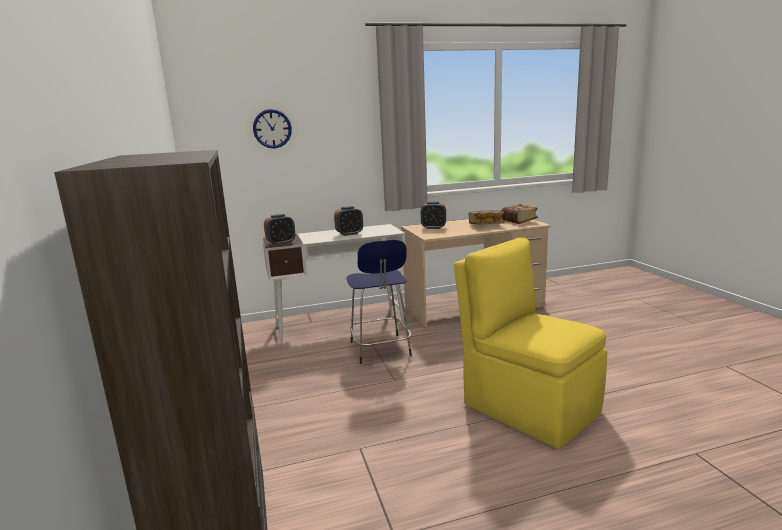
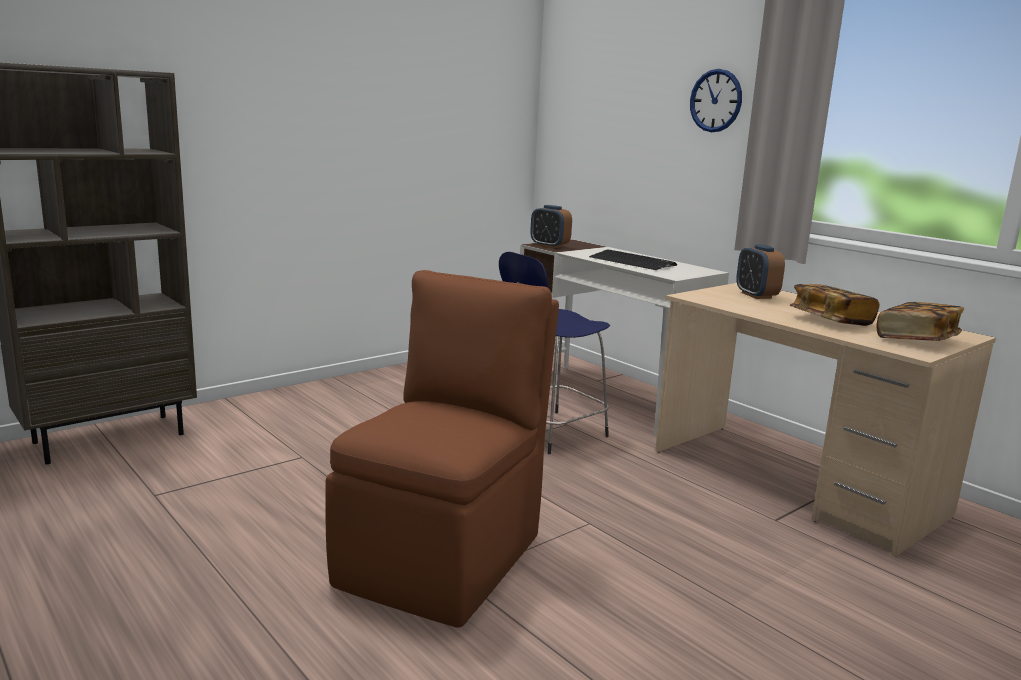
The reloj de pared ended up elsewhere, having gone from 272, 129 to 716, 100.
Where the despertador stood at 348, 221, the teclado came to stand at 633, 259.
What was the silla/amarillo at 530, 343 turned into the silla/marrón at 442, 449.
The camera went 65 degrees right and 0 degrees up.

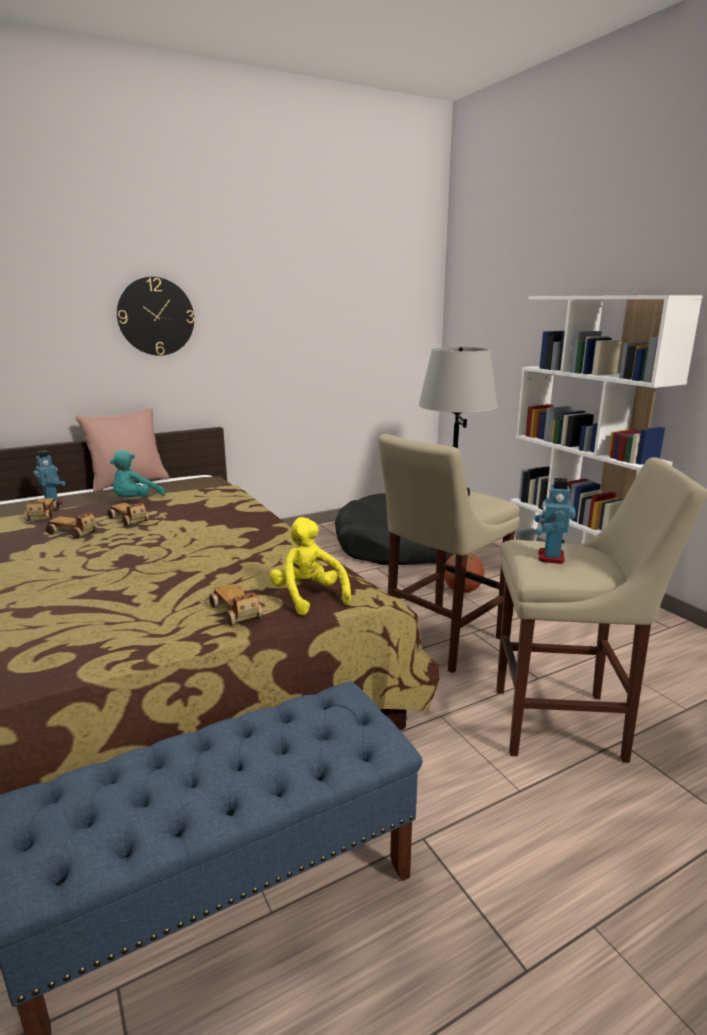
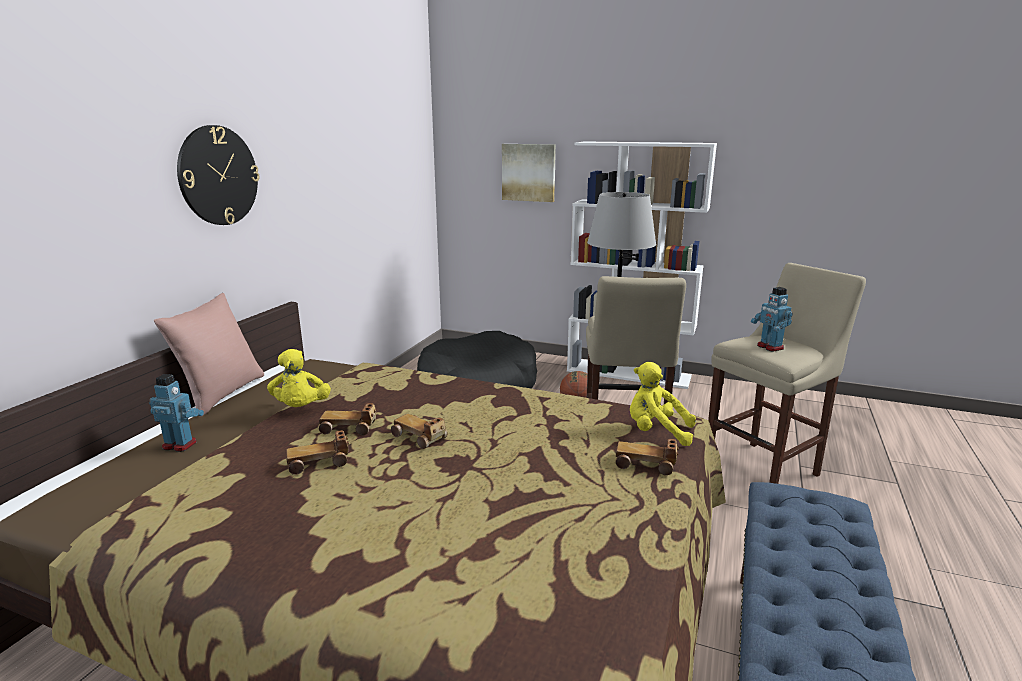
The coche de juguete ended up elsewhere, having gone from 41, 509 to 419, 431.
What was the peluche/turquesa at 137, 473 turned into the peluche/amarillo at 299, 378.
The second view gained the cuadro at 529, 173.
The camera went 40 degrees left and 0 degrees up.

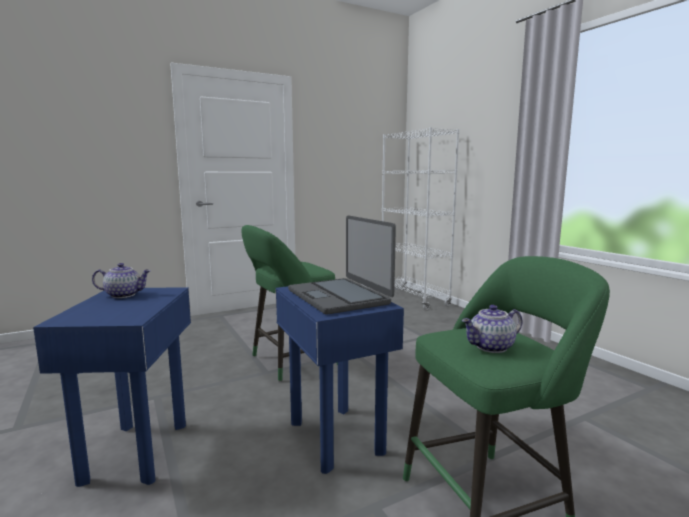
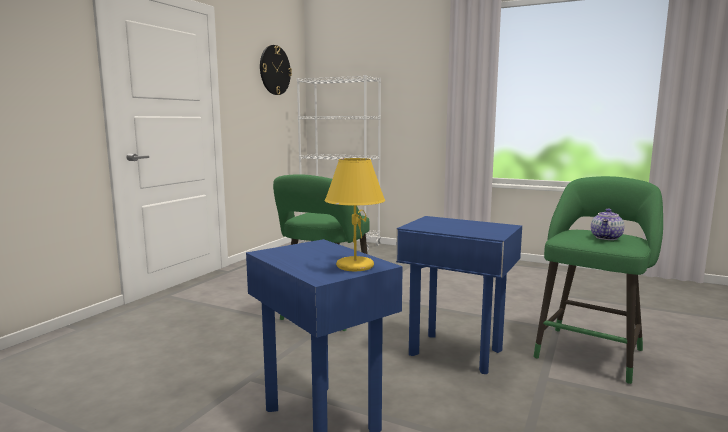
The second view lost the tetera at 121, 280.
The second view lost the portátil at 342, 265.
The second view gained the reloj de pared at 276, 70.
The second view gained the lámpara de mesa/amarillo at 355, 214.
The camera went 35 degrees left and 0 degrees up.

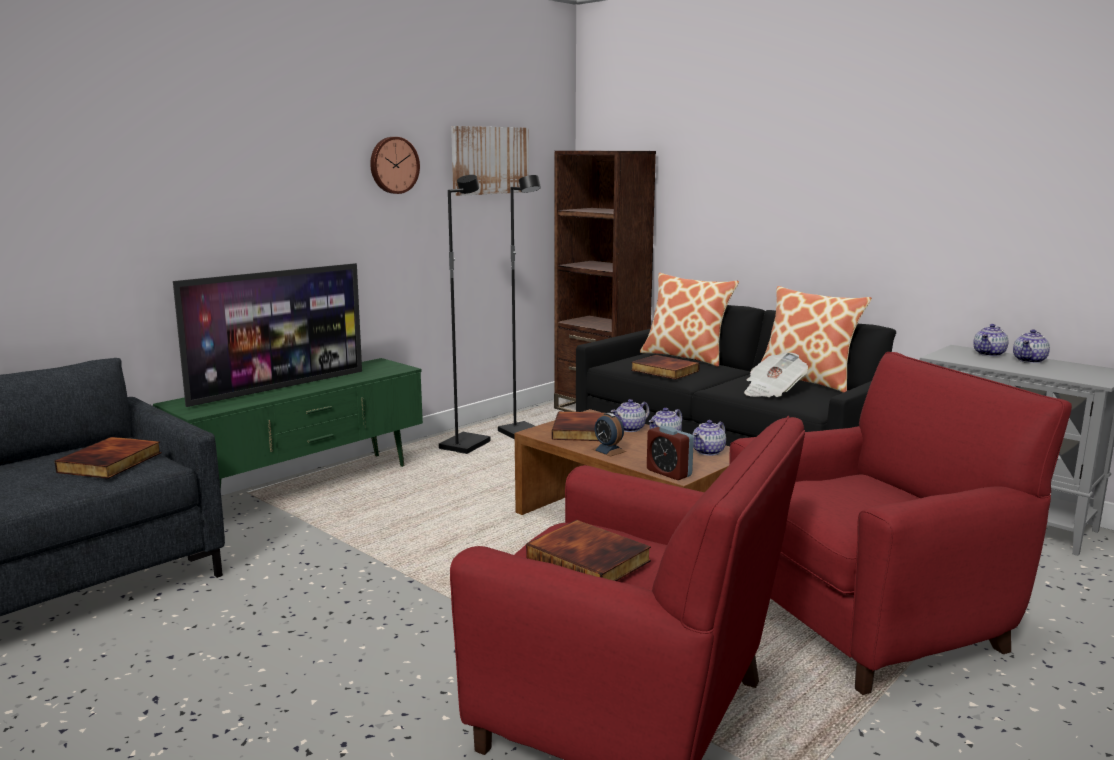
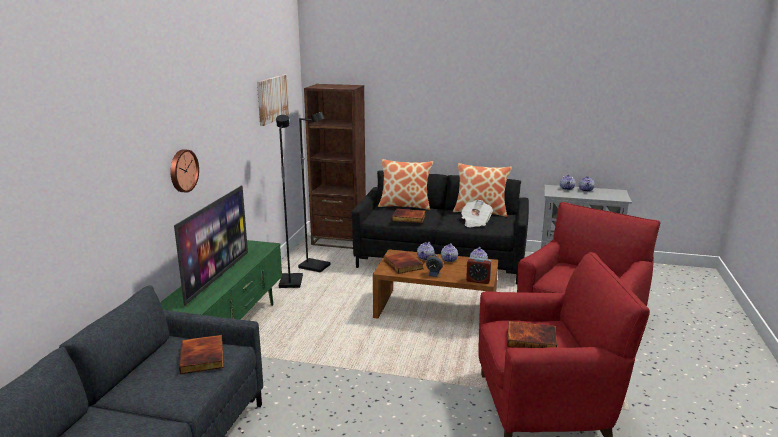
The reloj de pared ended up elsewhere, having gone from 395, 165 to 184, 171.
The camera went 30 degrees left and 5 degrees up.

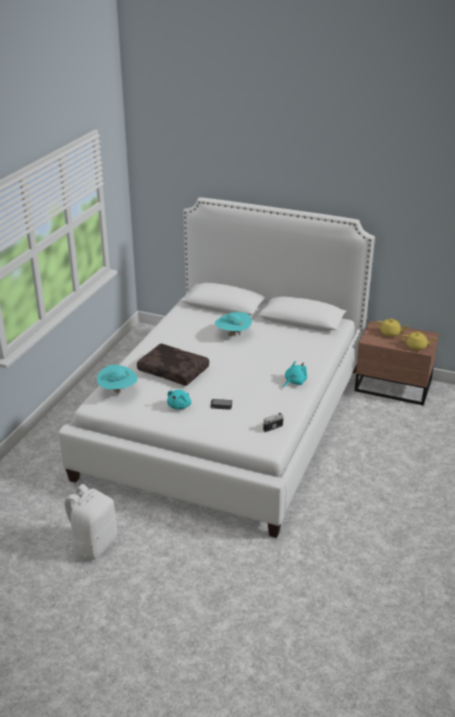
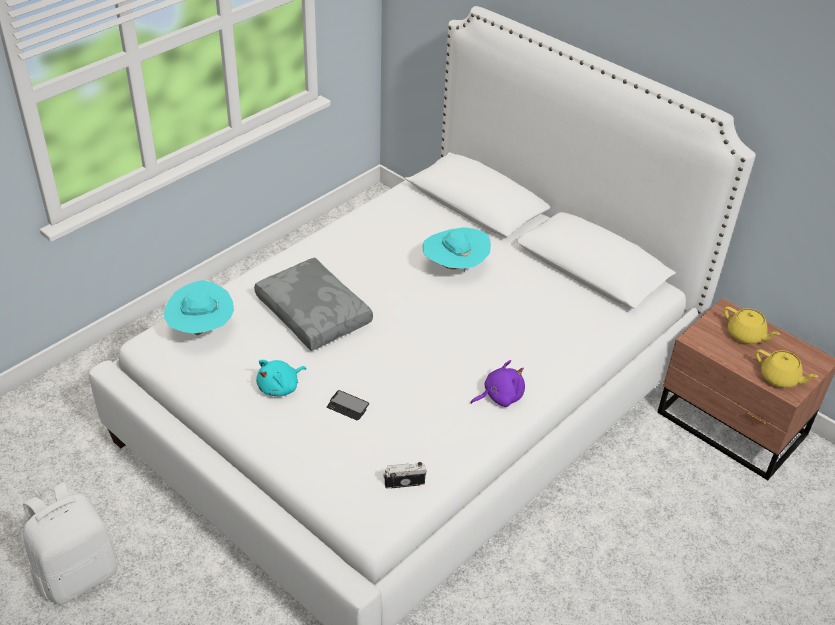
What was the cojín/marrón at 173, 365 turned into the cojín/gris at 313, 304.
What was the peluche/turquesa at 295, 374 turned into the peluche/morado at 498, 383.
The camera went 20 degrees right and 10 degrees up.

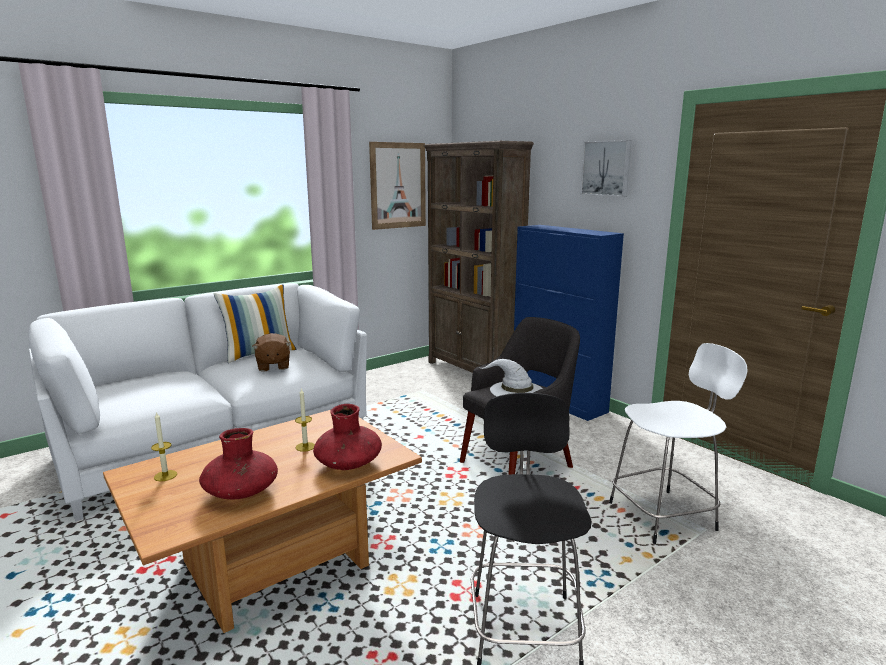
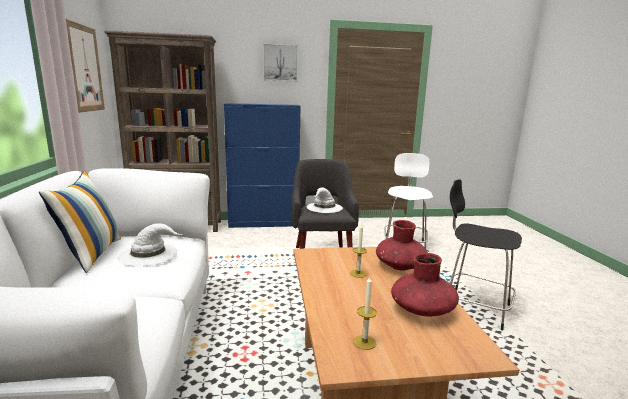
Where the peluche/marrón stood at 271, 352, the sombrero/blanco came to stand at 150, 245.
The camera went 60 degrees left and 0 degrees up.

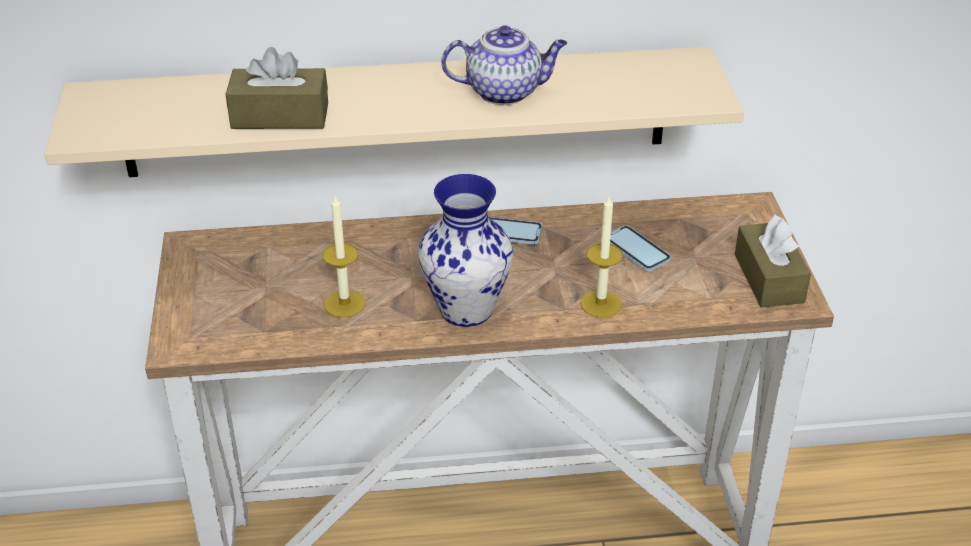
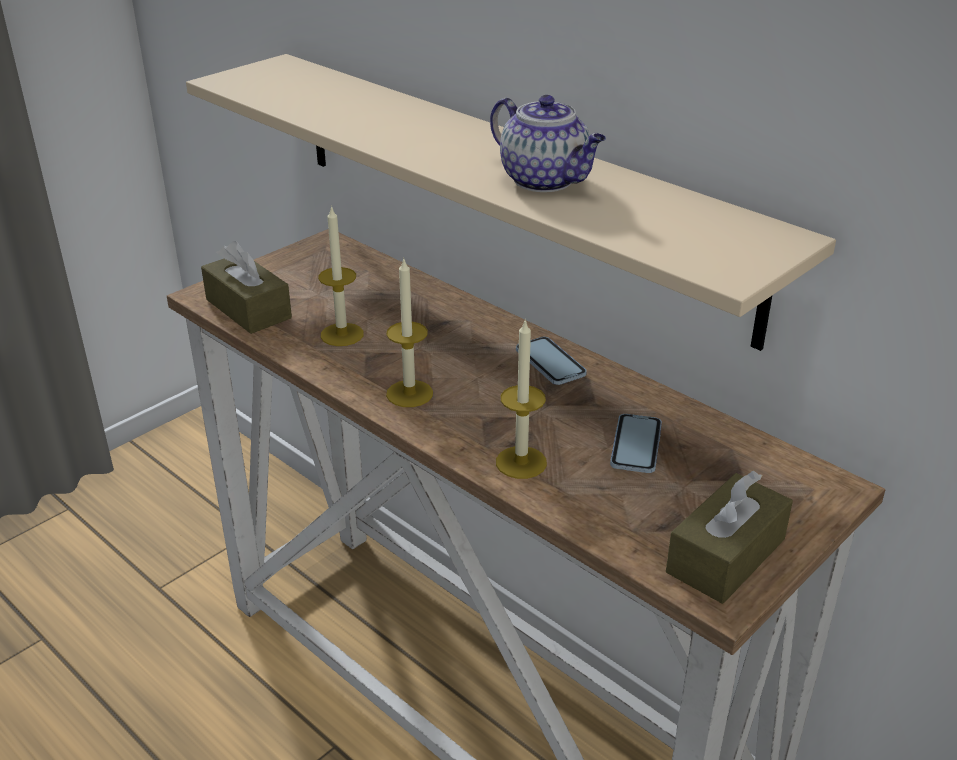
The caja de pañuelos/marrón ended up elsewhere, having gone from 277, 88 to 246, 287.
Where the florero stood at 465, 250, the vela came to stand at 409, 332.
The camera went 50 degrees right and 5 degrees down.

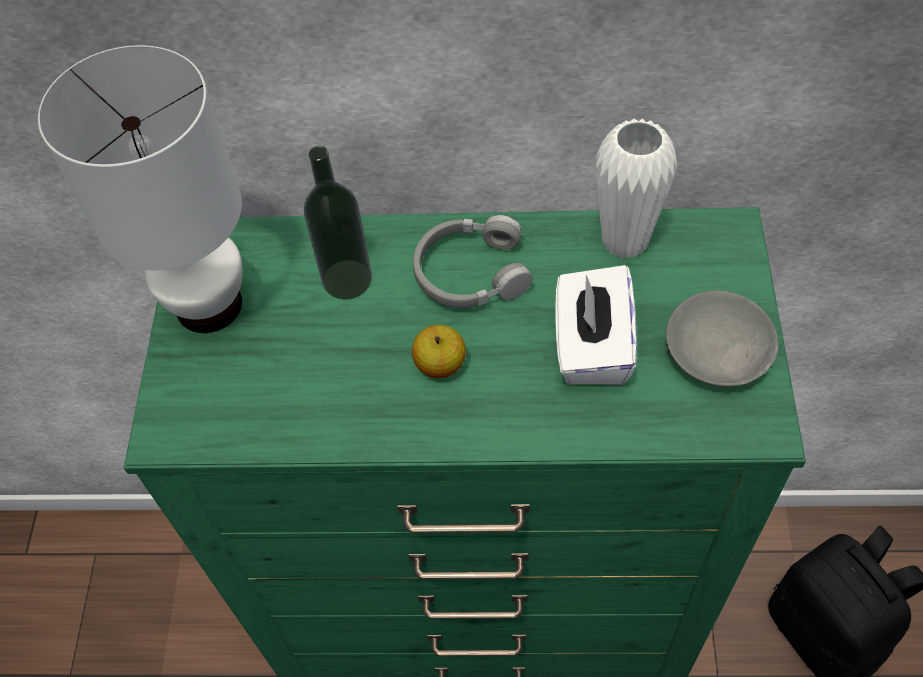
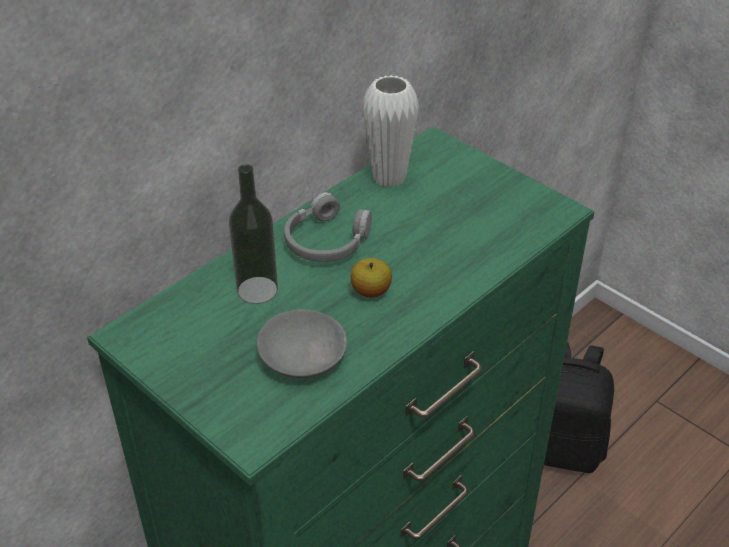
The second view lost the lámpara de mesa/blanco at 140, 189.
The second view lost the caja de pañuelos/blanco at 596, 325.
The cuenco/gris ended up elsewhere, having gone from 722, 338 to 302, 343.
The camera went 50 degrees left and 15 degrees down.

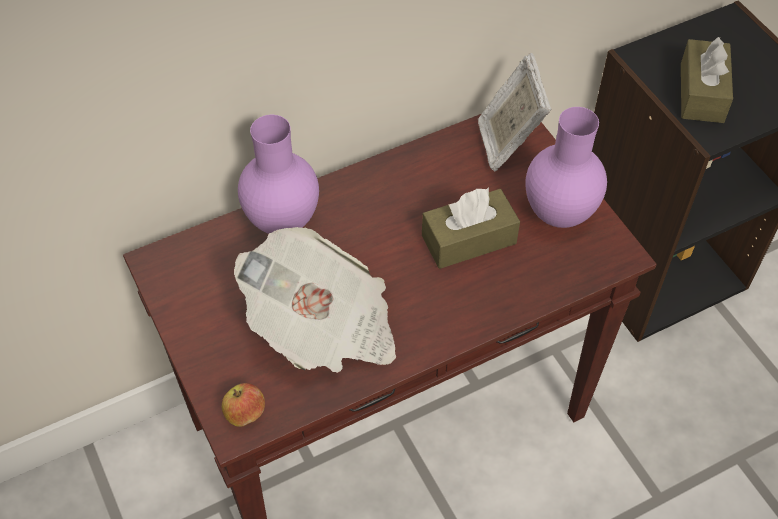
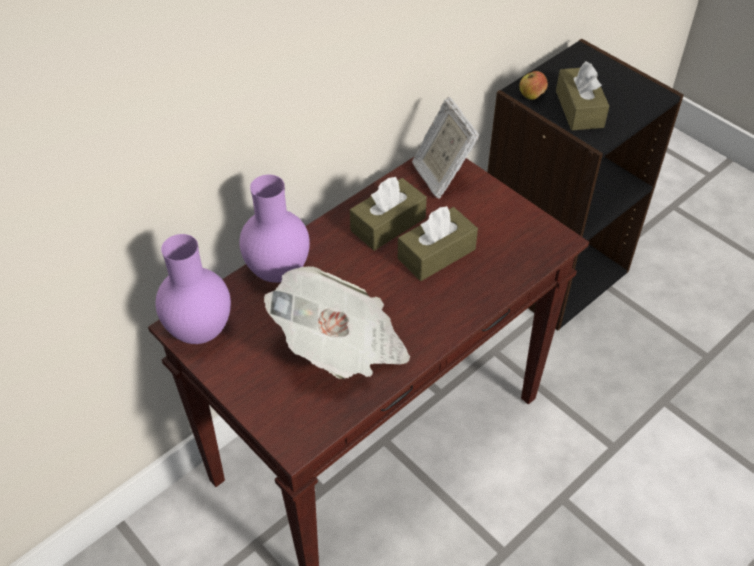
The manzana ended up elsewhere, having gone from 243, 405 to 533, 85.
The florero/morado ended up elsewhere, having gone from 566, 167 to 193, 289.
The second view gained the caja de pañuelos/marrón at 388, 213.
The camera went 15 degrees left and 5 degrees down.

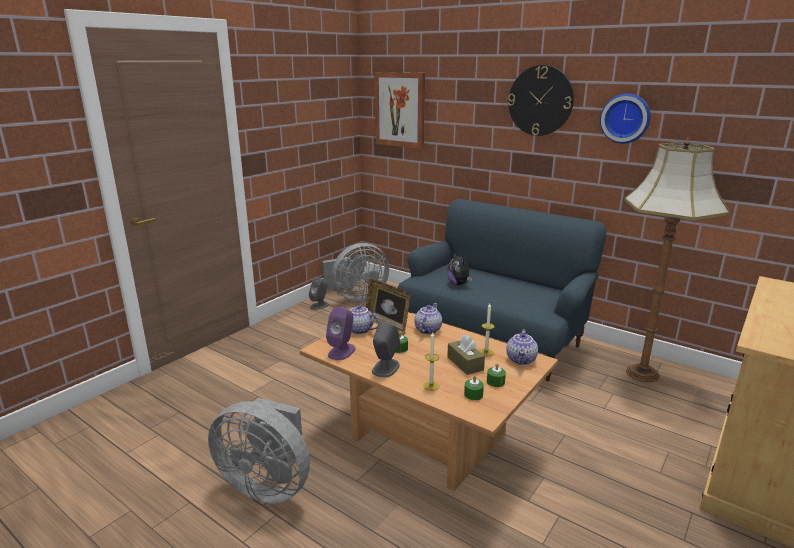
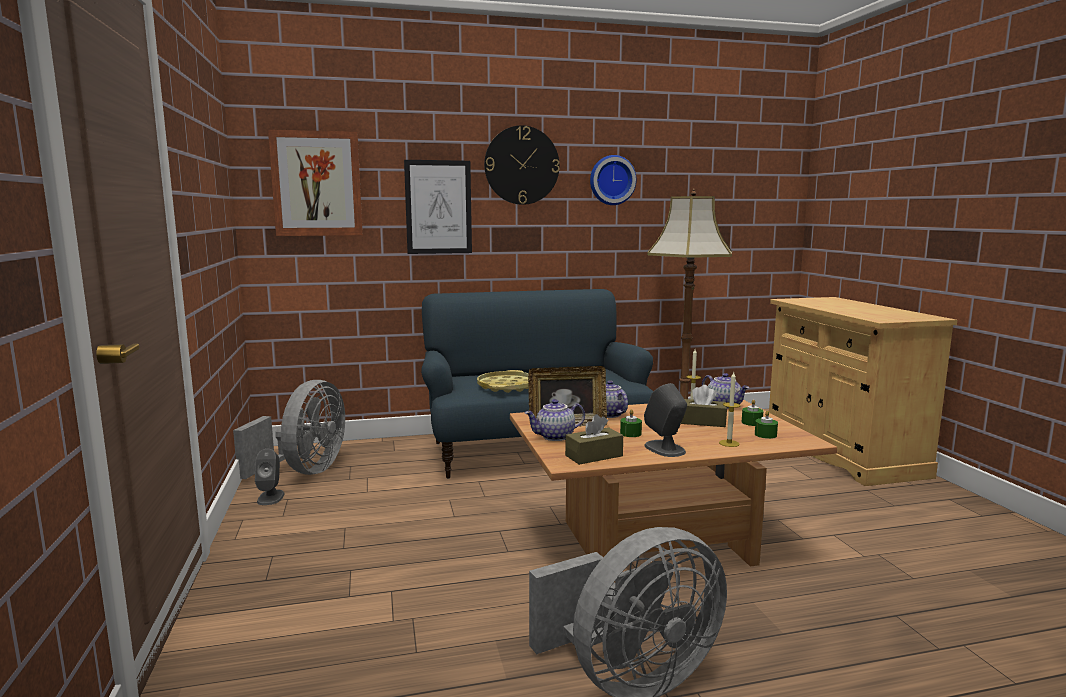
Where the altavoz/morado stood at 341, 333, the caja de pañuelos/marrón came to stand at 594, 439.
Where the peluche stood at 459, 268, the bandeja/amarillo came to stand at 503, 381.
The second view gained the cuadro at 438, 207.
The camera went 50 degrees left and 10 degrees down.

